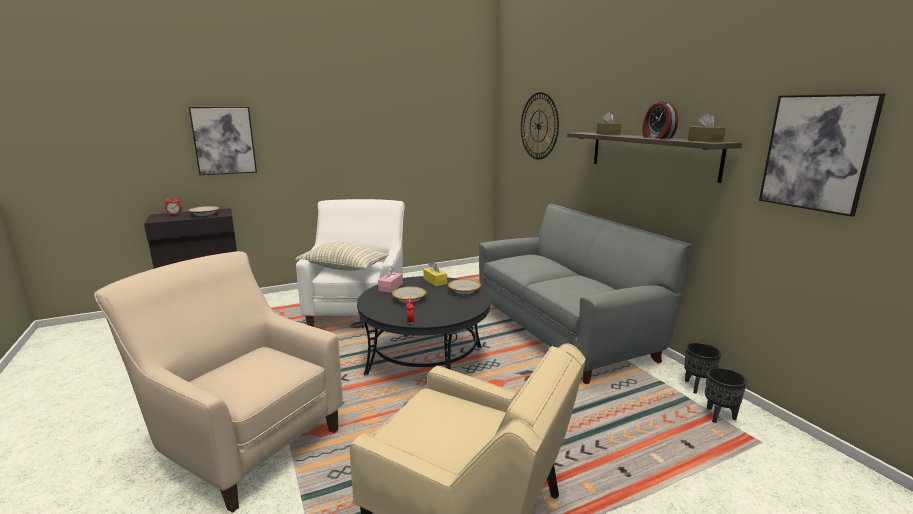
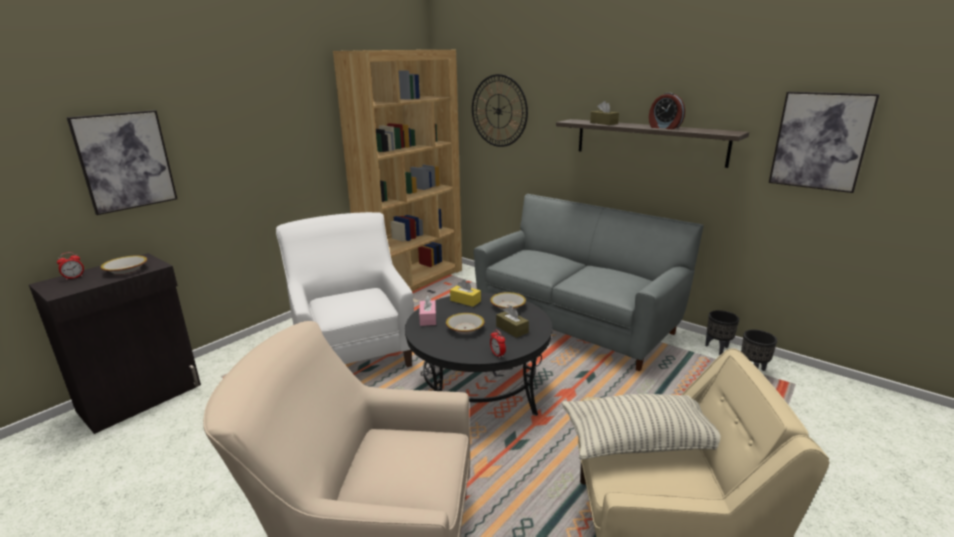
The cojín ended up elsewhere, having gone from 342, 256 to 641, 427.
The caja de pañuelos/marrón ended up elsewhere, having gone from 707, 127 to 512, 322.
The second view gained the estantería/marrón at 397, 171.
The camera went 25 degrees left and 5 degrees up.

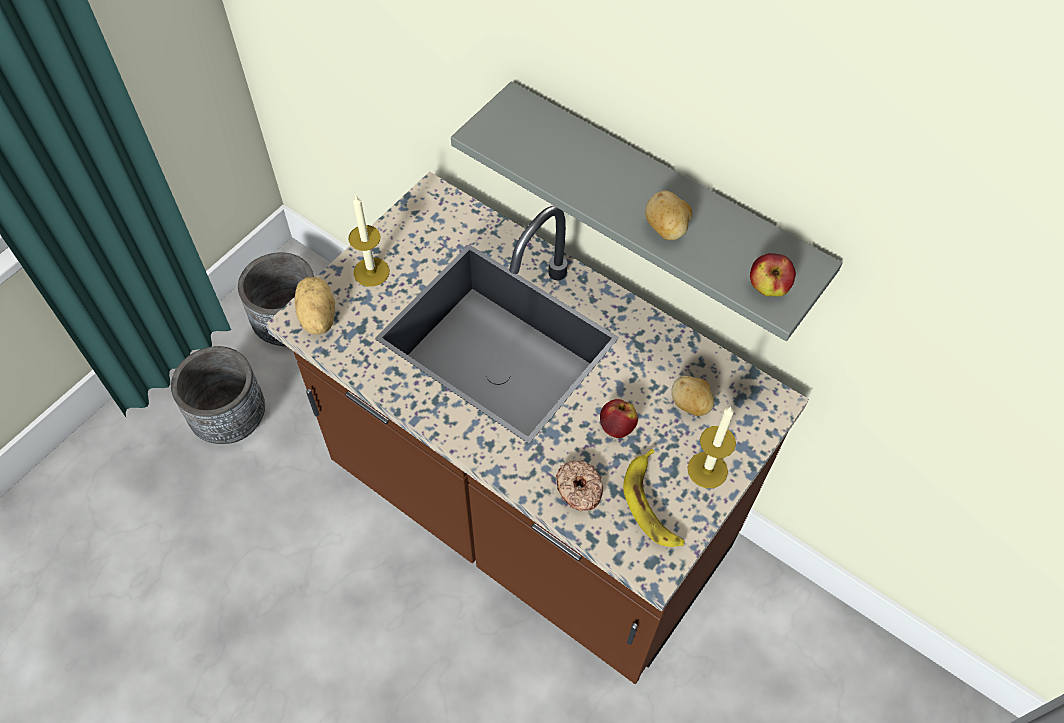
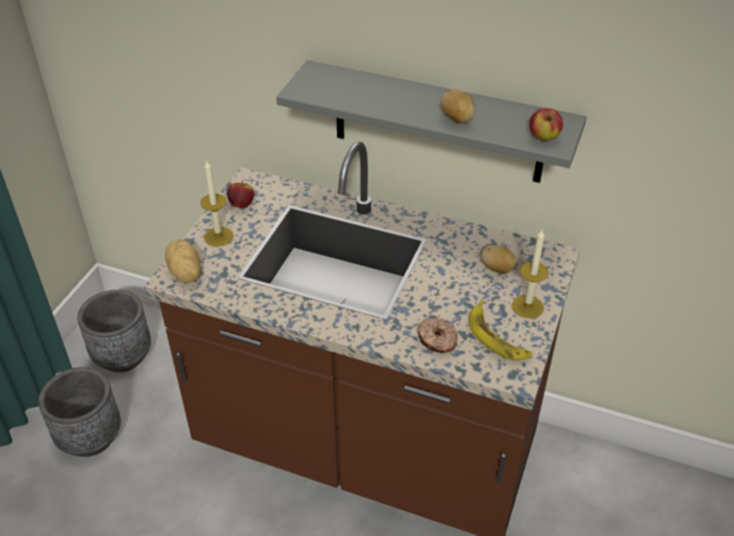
The manzana ended up elsewhere, having gone from 619, 418 to 240, 194.
The camera went 15 degrees left and 15 degrees down.

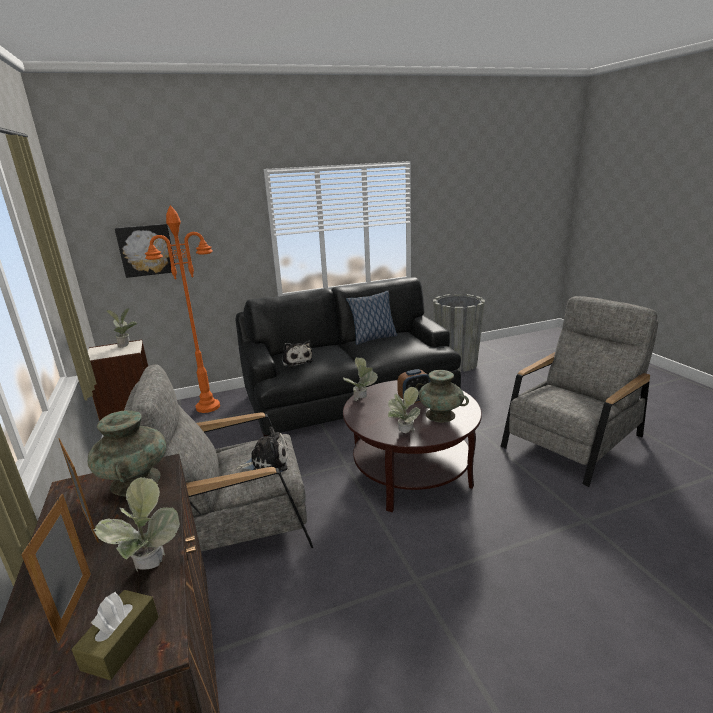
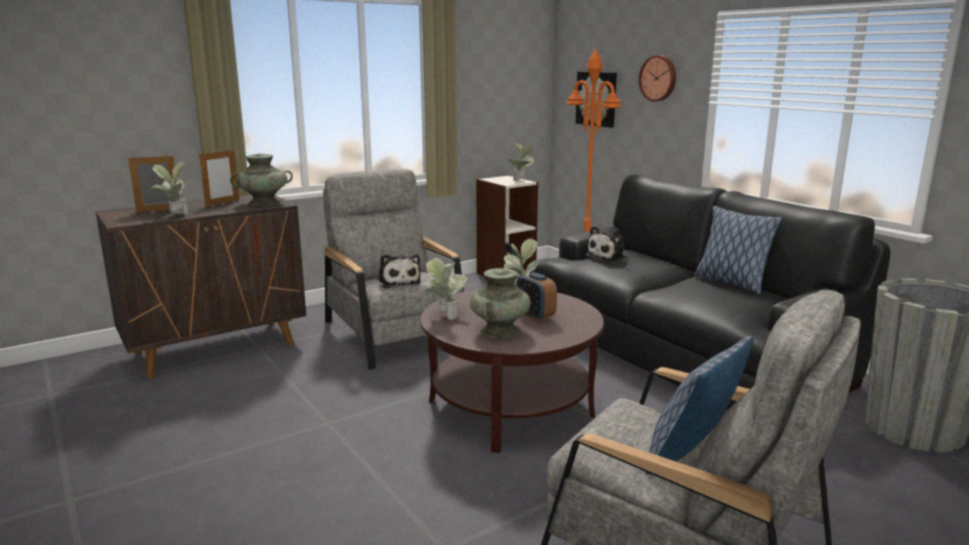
The second view lost the caja de pañuelos/marrón at 115, 635.
The second view gained the reloj de pared at 657, 78.
The second view gained the cojín at 699, 405.
The camera went 75 degrees right and 5 degrees down.

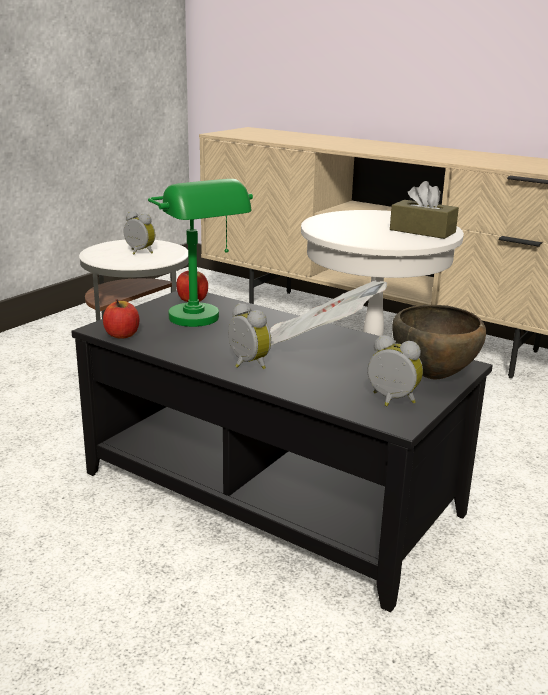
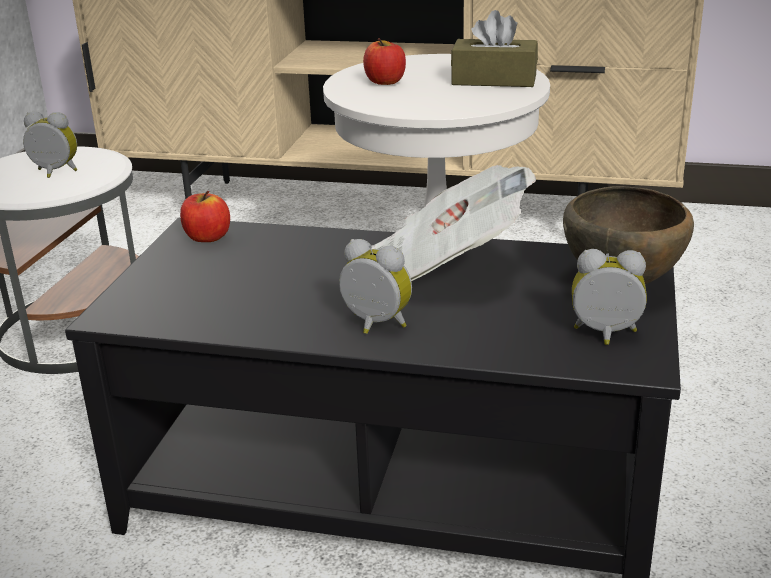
The manzana ended up elsewhere, having gone from 121, 319 to 384, 61.
The second view lost the lámpara de mesa/verde at 200, 253.
The camera went 20 degrees left and 5 degrees up.

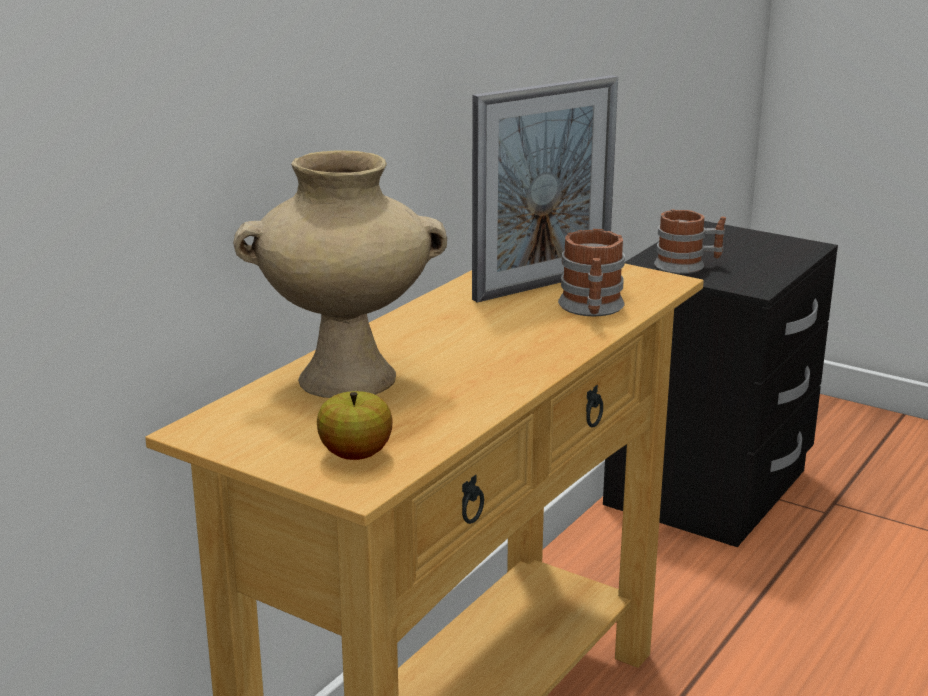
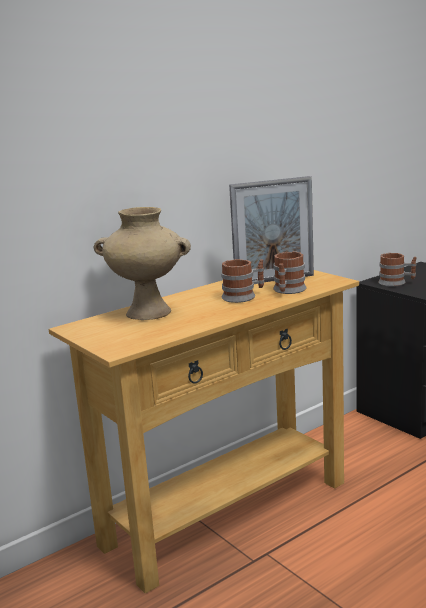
The second view lost the manzana at 355, 425.
The second view gained the taza grande at 243, 281.
The camera went 20 degrees right and 5 degrees down.

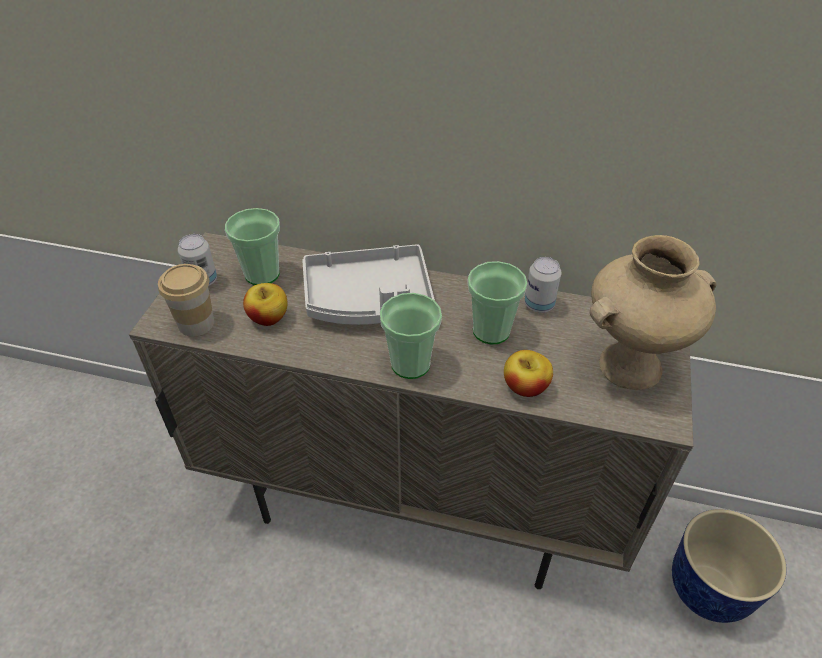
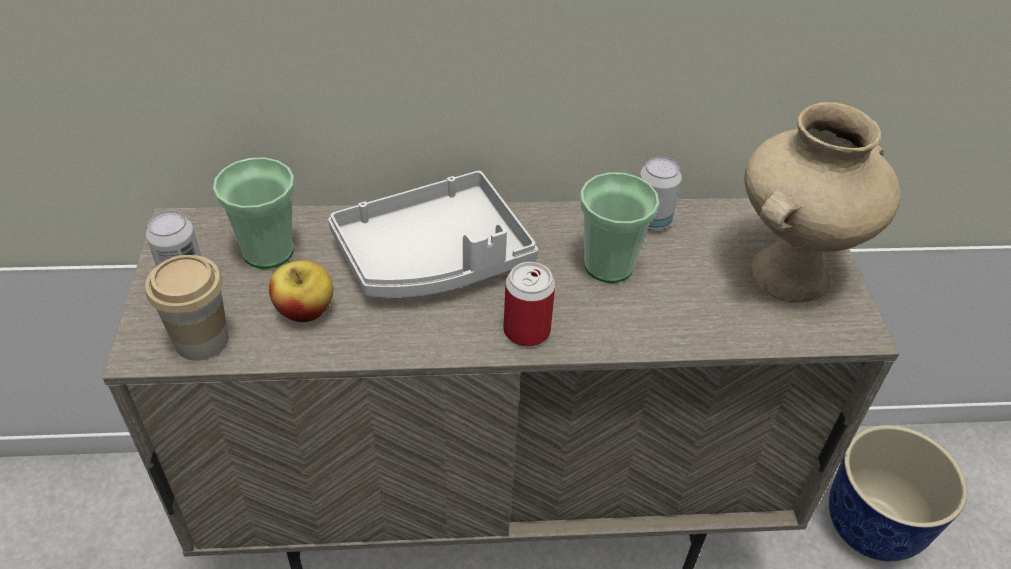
Where the taza stood at 411, 336, the lata came to stand at 529, 304.
The second view lost the manzana at 528, 373.
The camera went 20 degrees left and 0 degrees up.

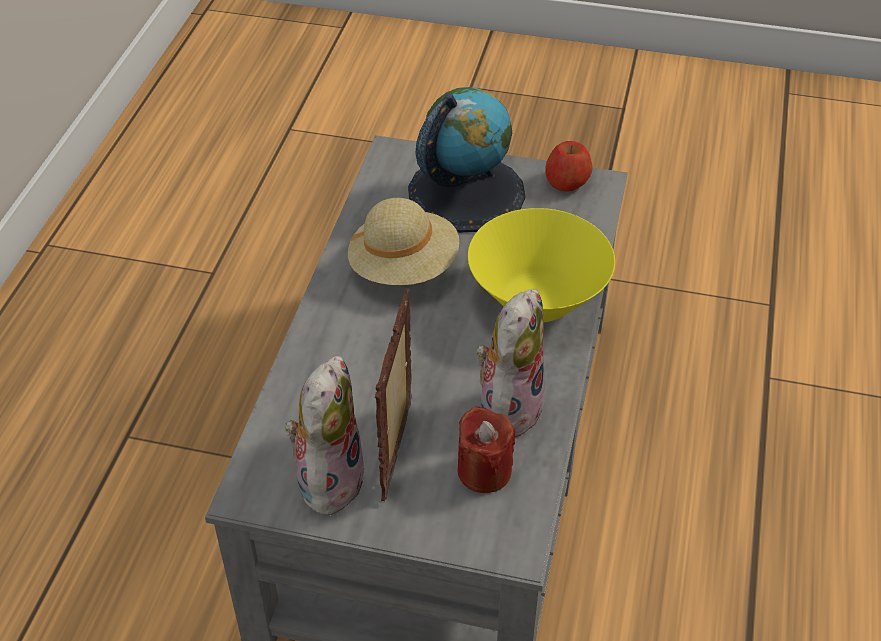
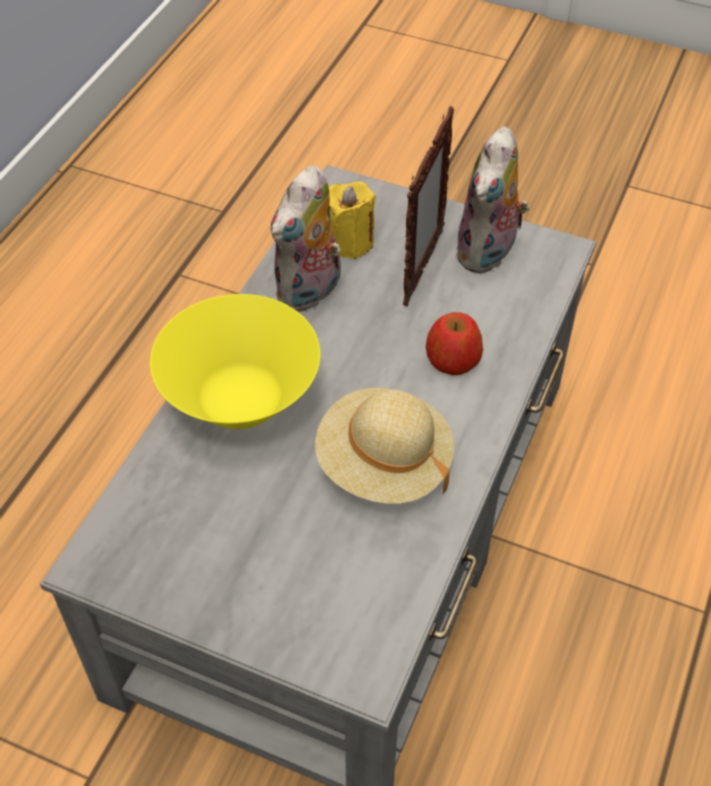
The second view lost the globo terráqueo at 466, 160.
What was the vela/rojo at 486, 449 turned into the vela/amarillo at 352, 220.
The manzana ended up elsewhere, having gone from 568, 166 to 454, 343.
The camera went 170 degrees left and 5 degrees up.

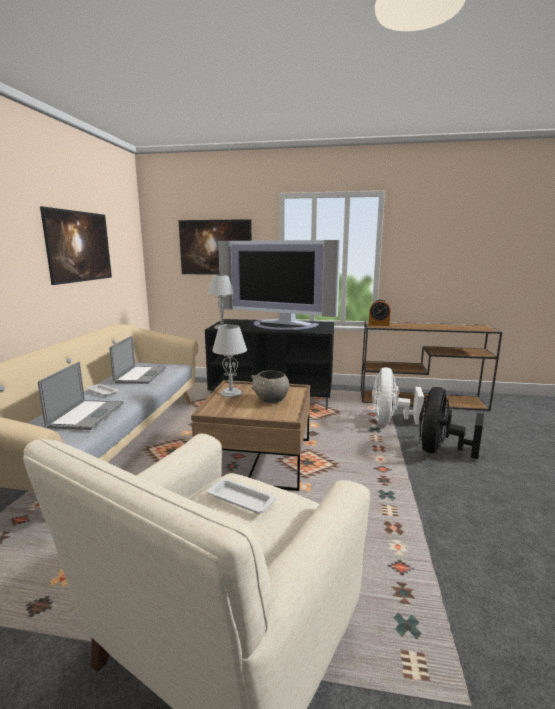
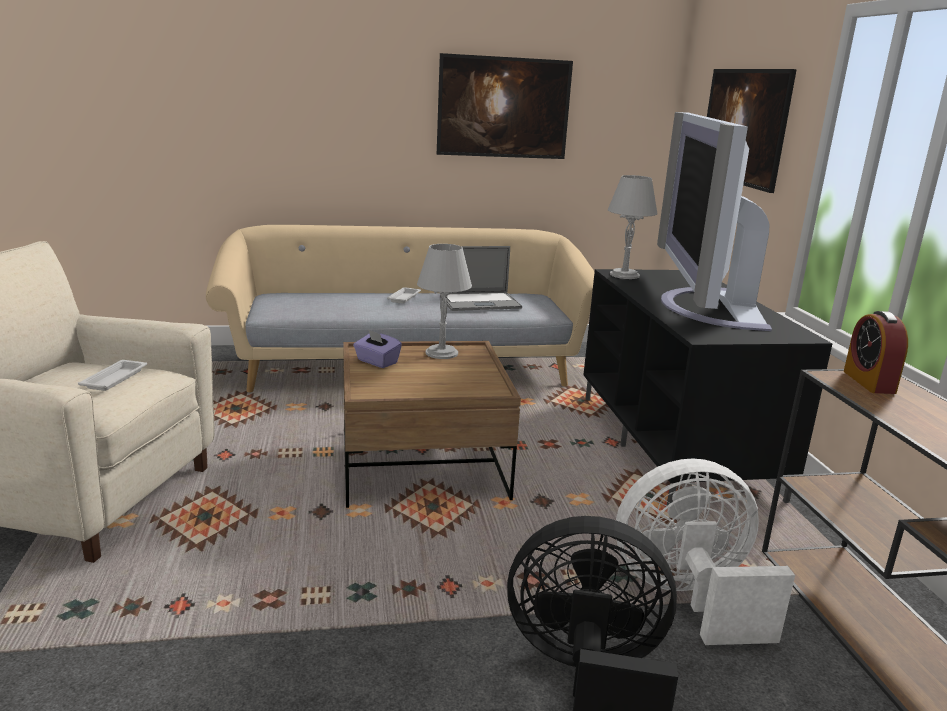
The second view lost the portátil at 81, 395.
The second view lost the cuenco/gris at 270, 387.
The second view gained the caja de pañuelos/morado at 377, 348.
The camera went 70 degrees right and 5 degrees up.

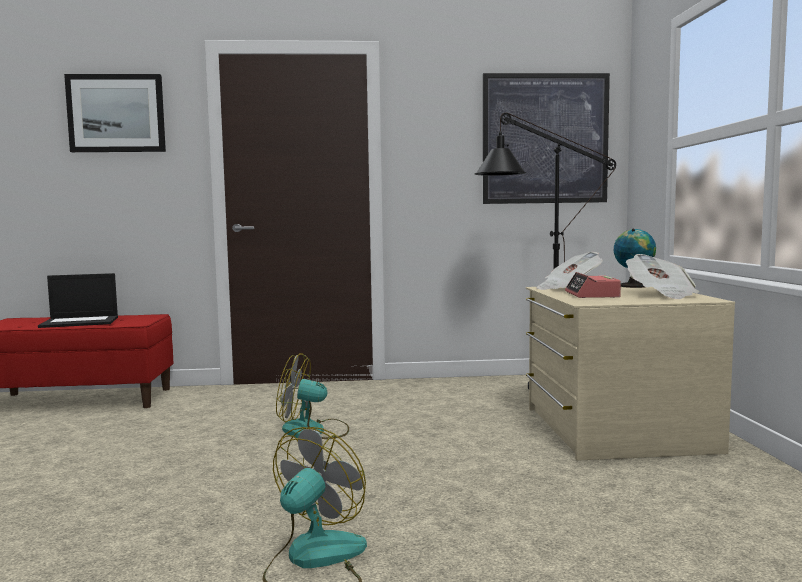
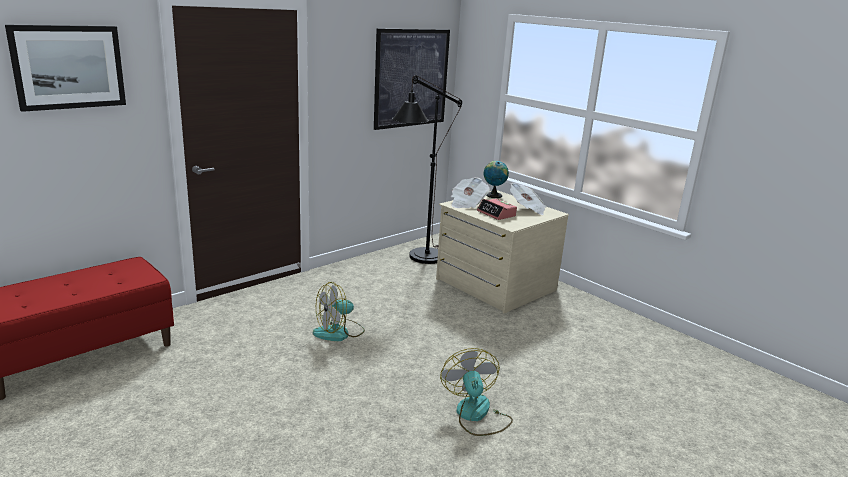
The second view lost the portátil at 78, 300.
The camera went 40 degrees left and 15 degrees up.

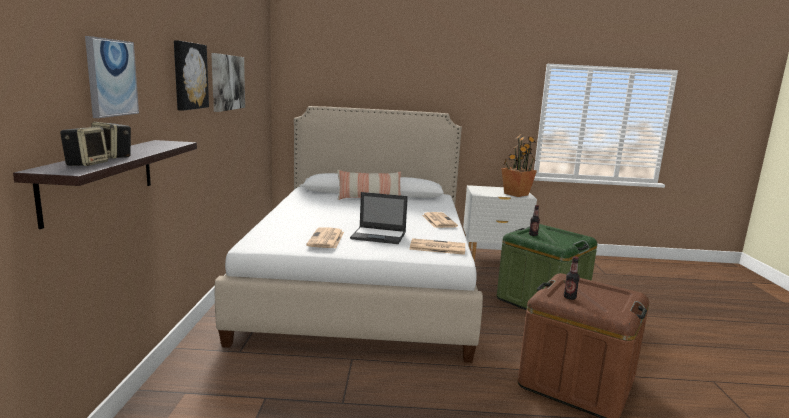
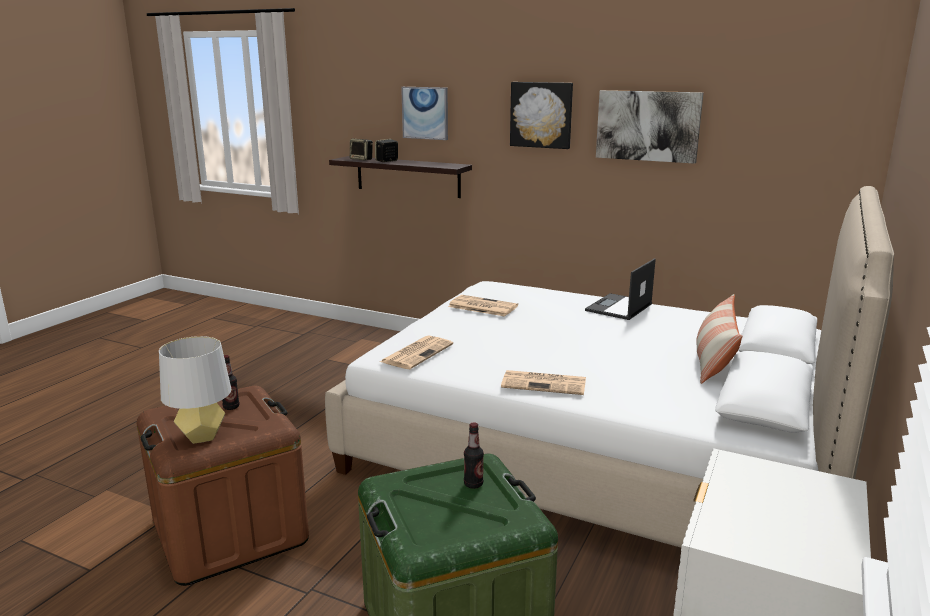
The portátil ended up elsewhere, having gone from 379, 218 to 620, 289.
The second view lost the planta en maceta at 519, 165.
The second view gained the lámpara de mesa/gris at 195, 390.
The camera went 115 degrees right and 5 degrees up.

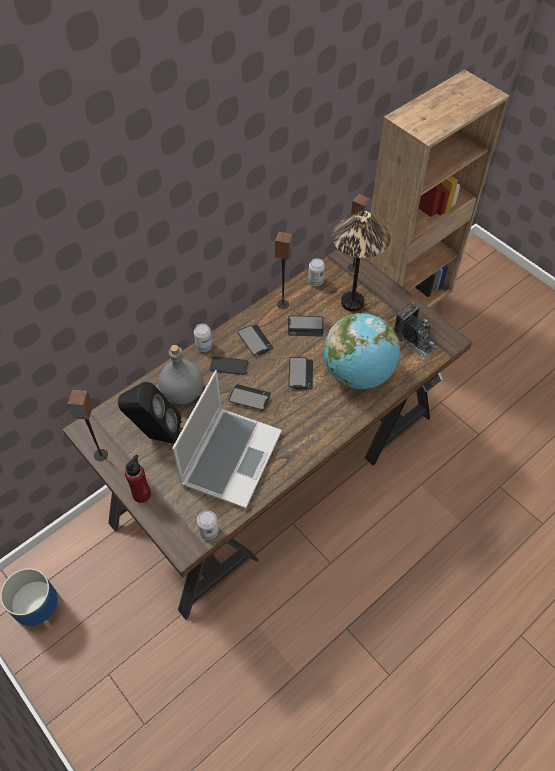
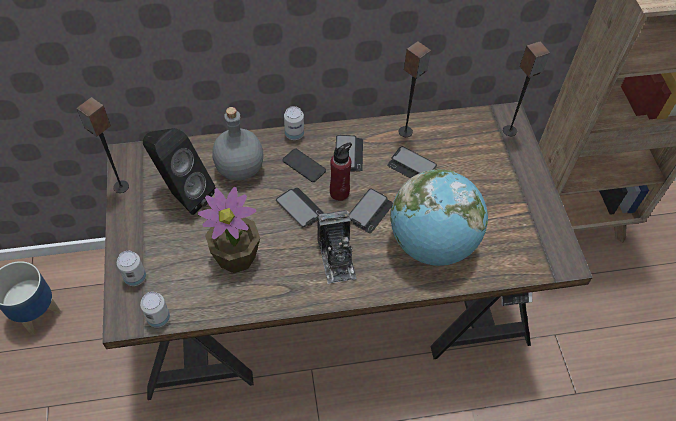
The botella/rojo ended up elsewhere, having gone from 138, 479 to 341, 171.
Where the portátil stood at 227, 439, the planta en maceta came to stand at 229, 230.
The lata ended up elsewhere, having gone from 316, 272 to 131, 268.
The second view lost the lámpara de mesa at 361, 261.
The cámara ended up elsewhere, having gone from 416, 331 to 337, 247.
The camera went 30 degrees right and 0 degrees up.

